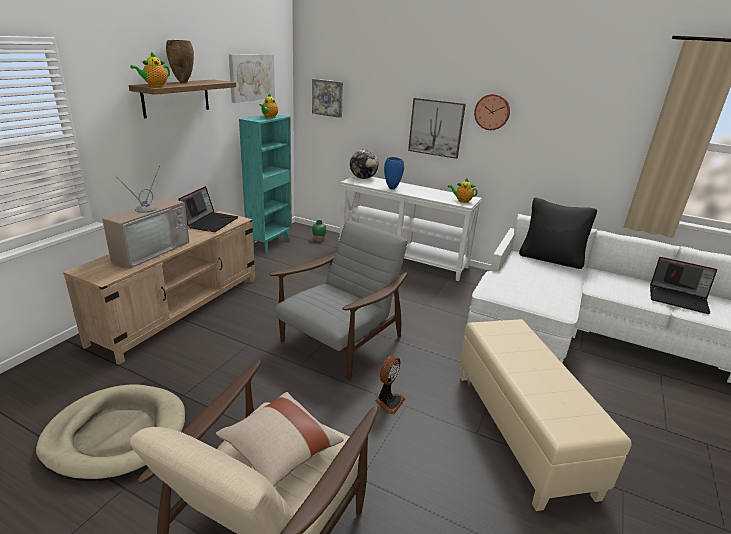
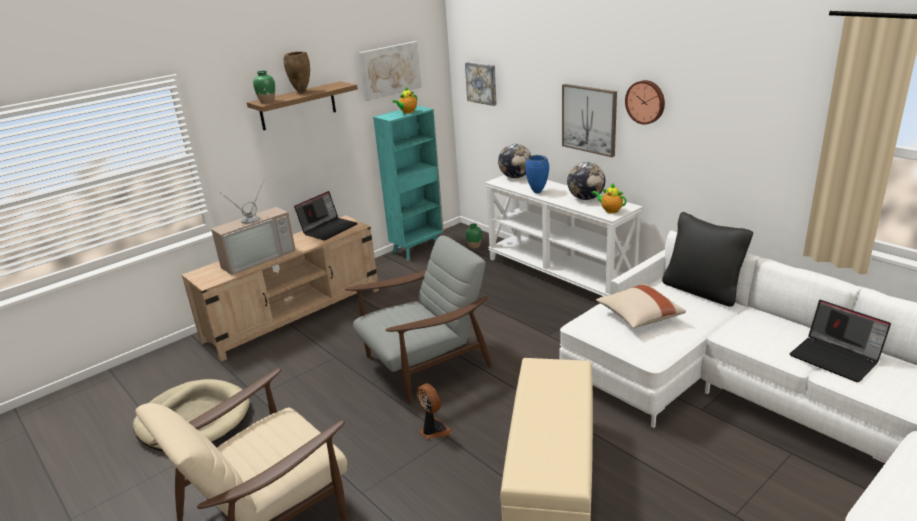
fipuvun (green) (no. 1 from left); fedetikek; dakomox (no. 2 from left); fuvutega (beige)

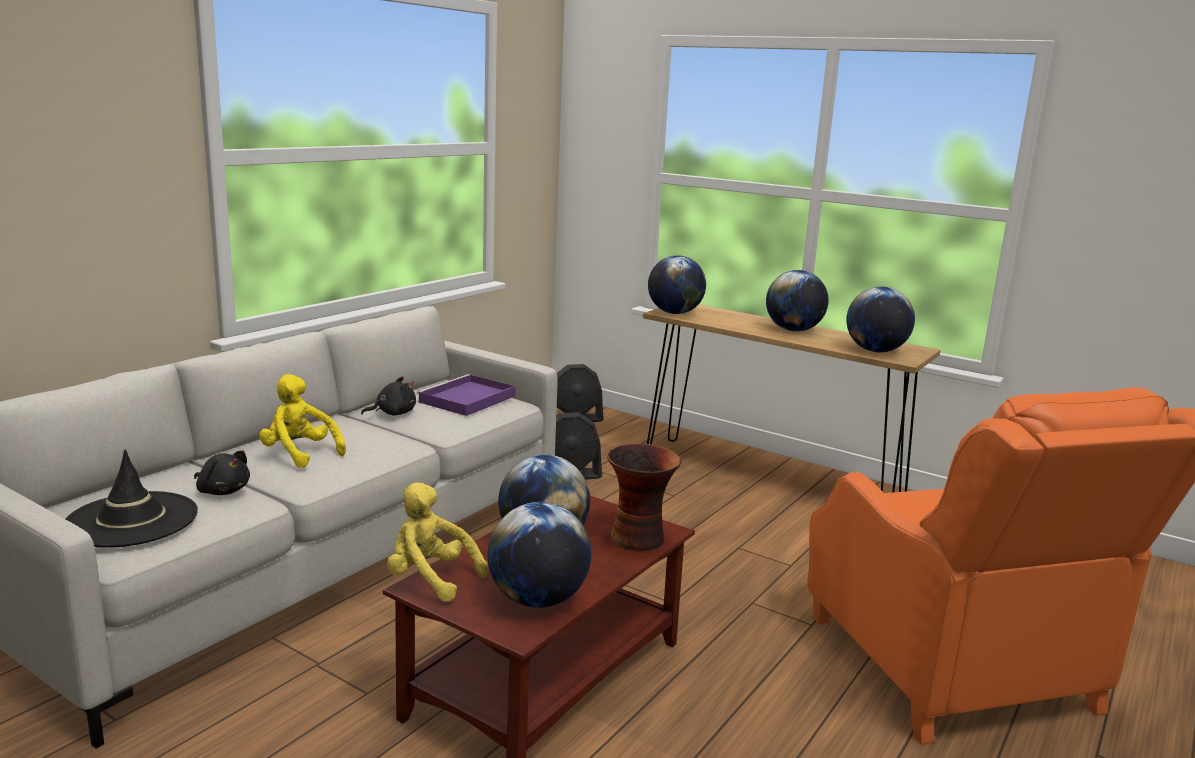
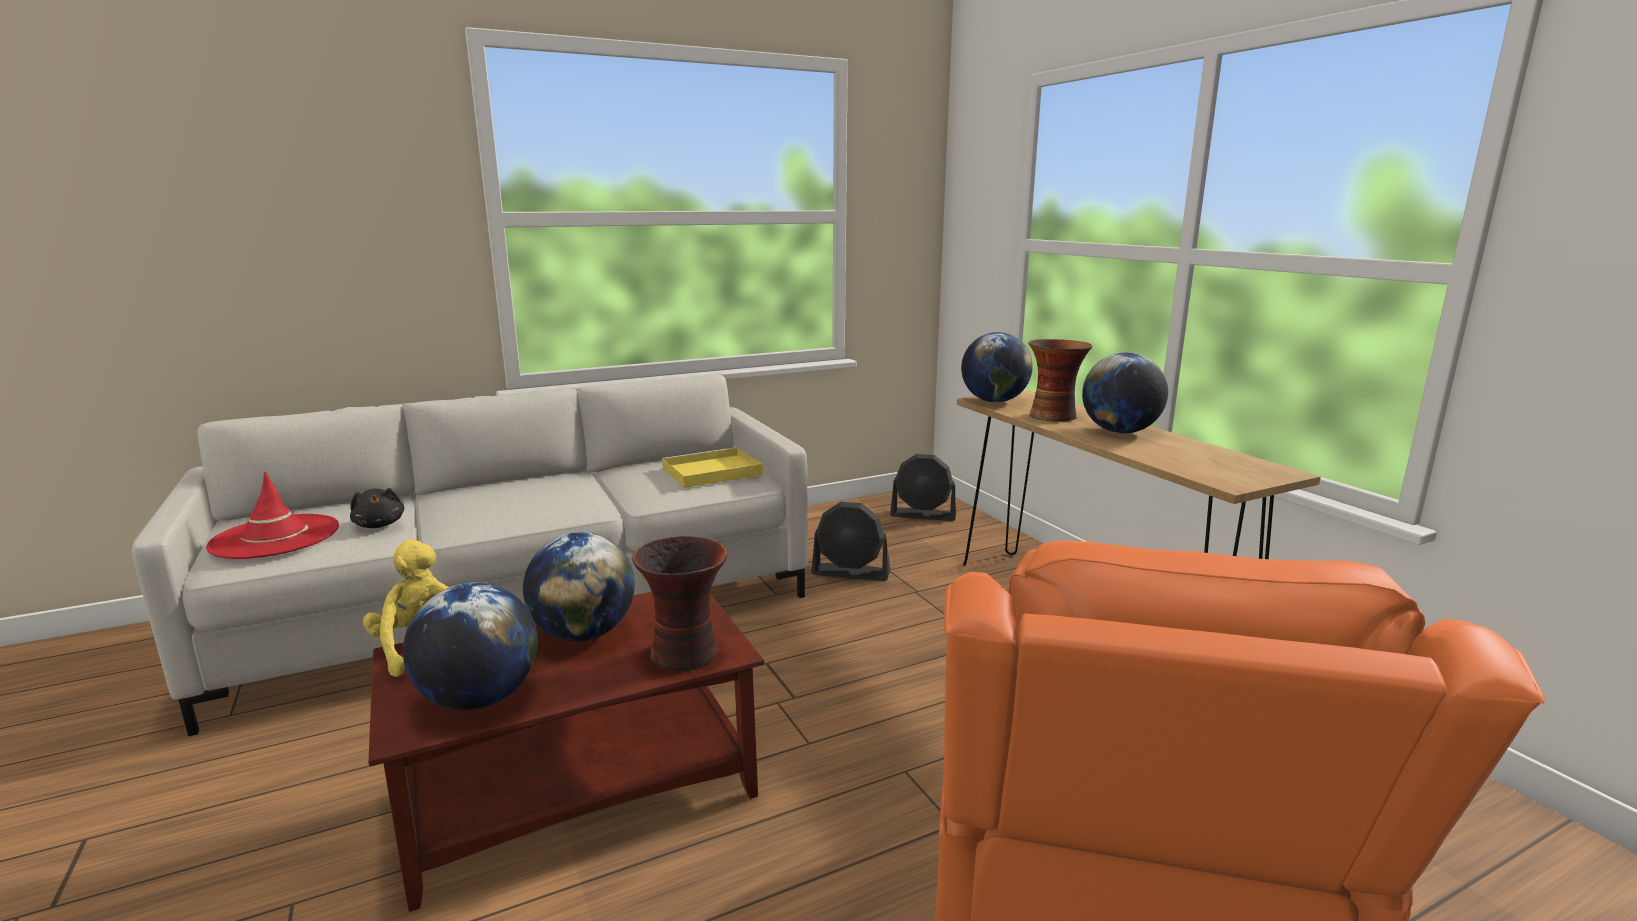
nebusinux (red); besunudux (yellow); fipuvun (no. 2 from left); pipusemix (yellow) (no. 1 from left in the first image); pipusemix (black) (no. 2 from left in the first image); dakomox (no. 5 from left in the first image)

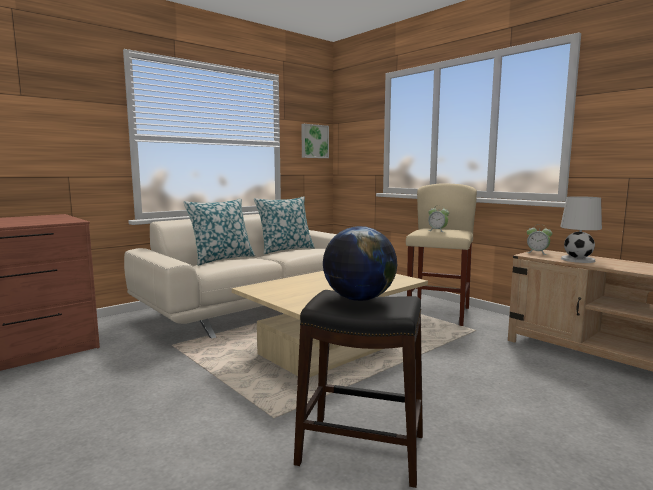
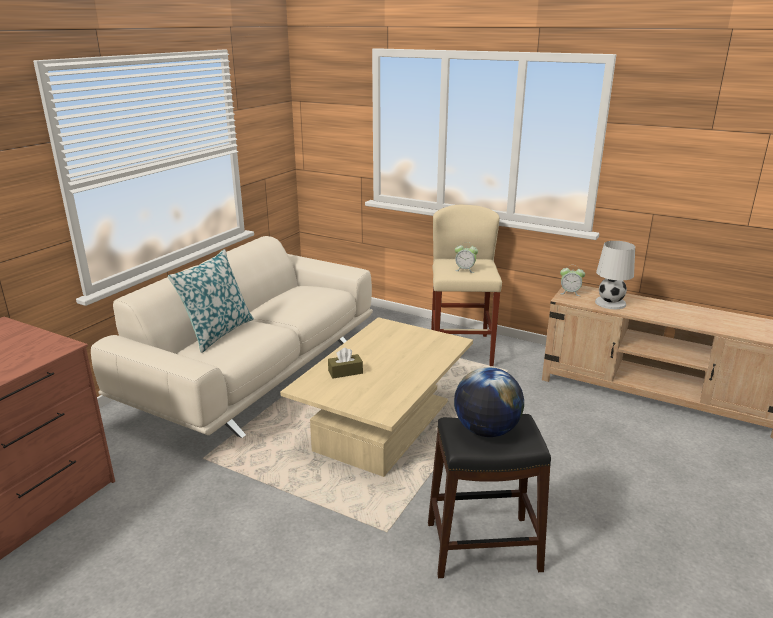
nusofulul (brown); fuvutega (no. 2 from left in the first image); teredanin

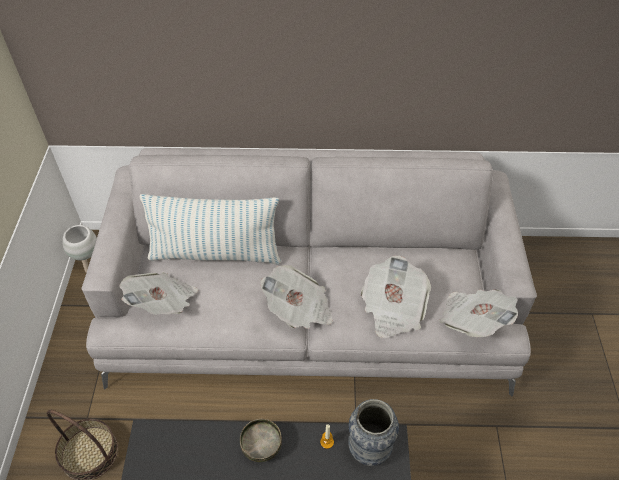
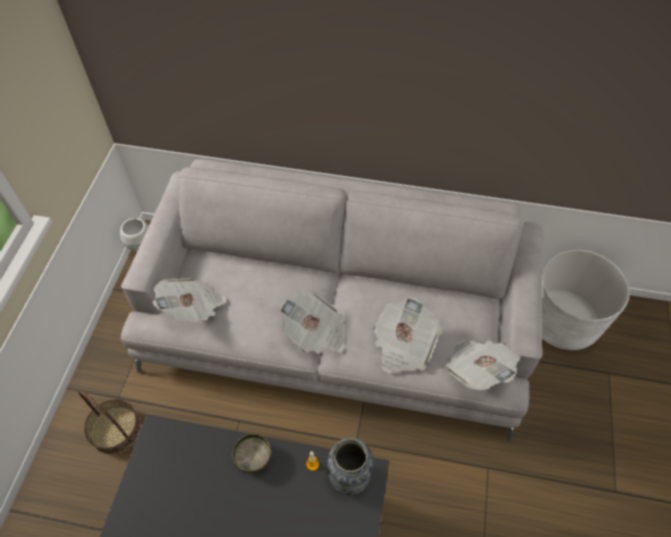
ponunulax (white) (no. 2 from left); fuvutega

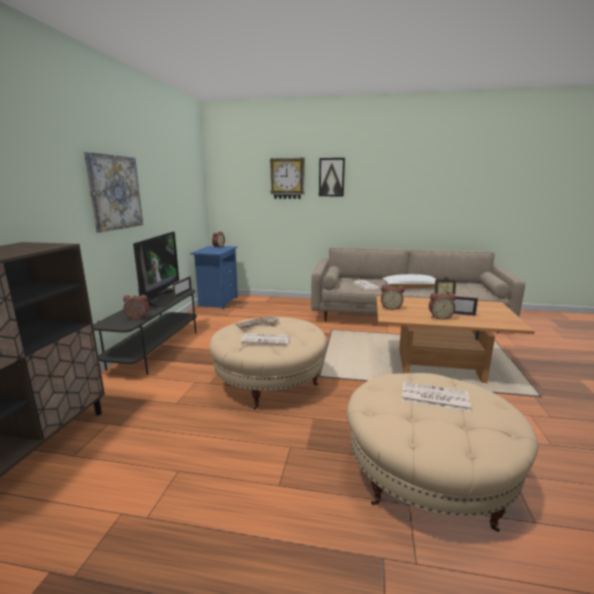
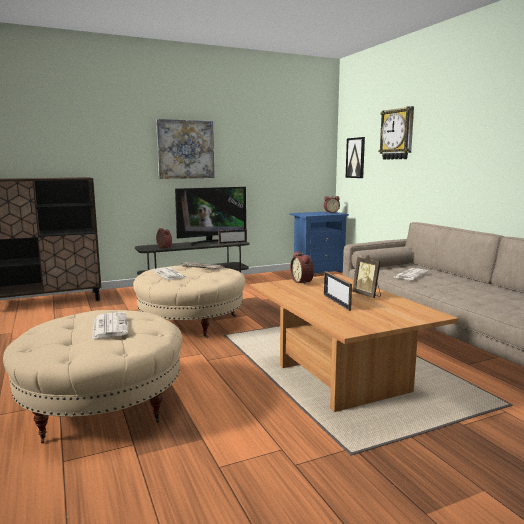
teredanin (no. 2 from left); fuvutega (white); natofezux (no. 4 from left in the first image)

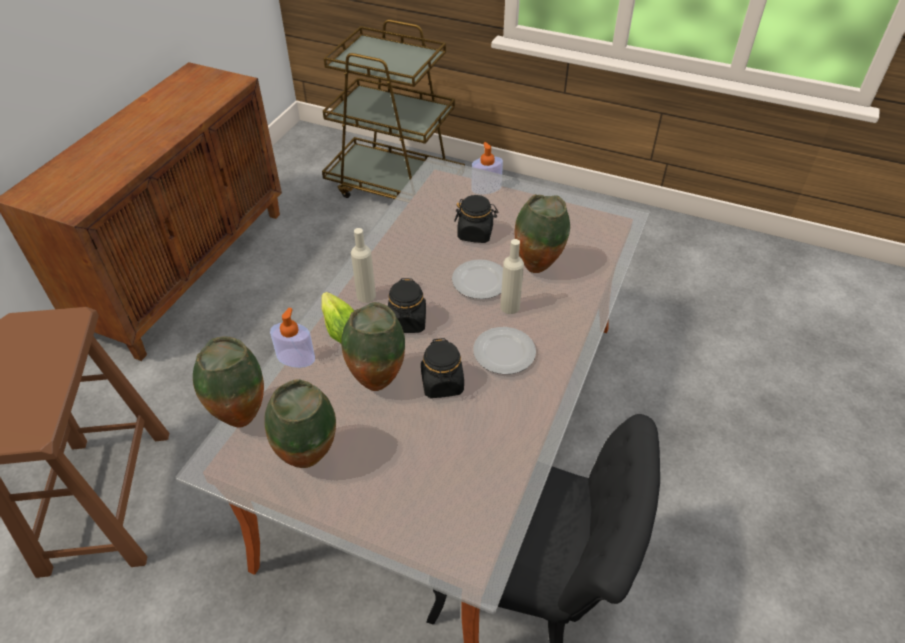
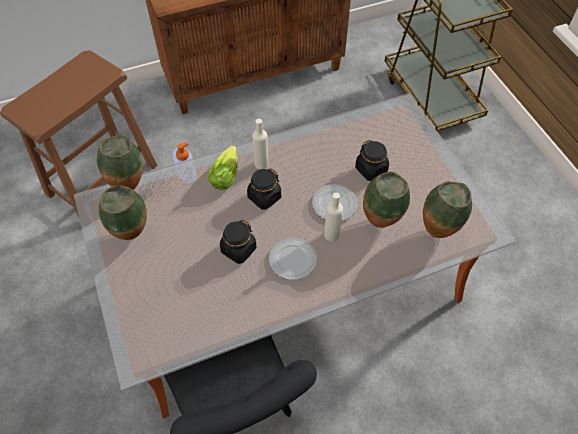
fipuvun (no. 4 from left); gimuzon (no. 2 from left in the first image)

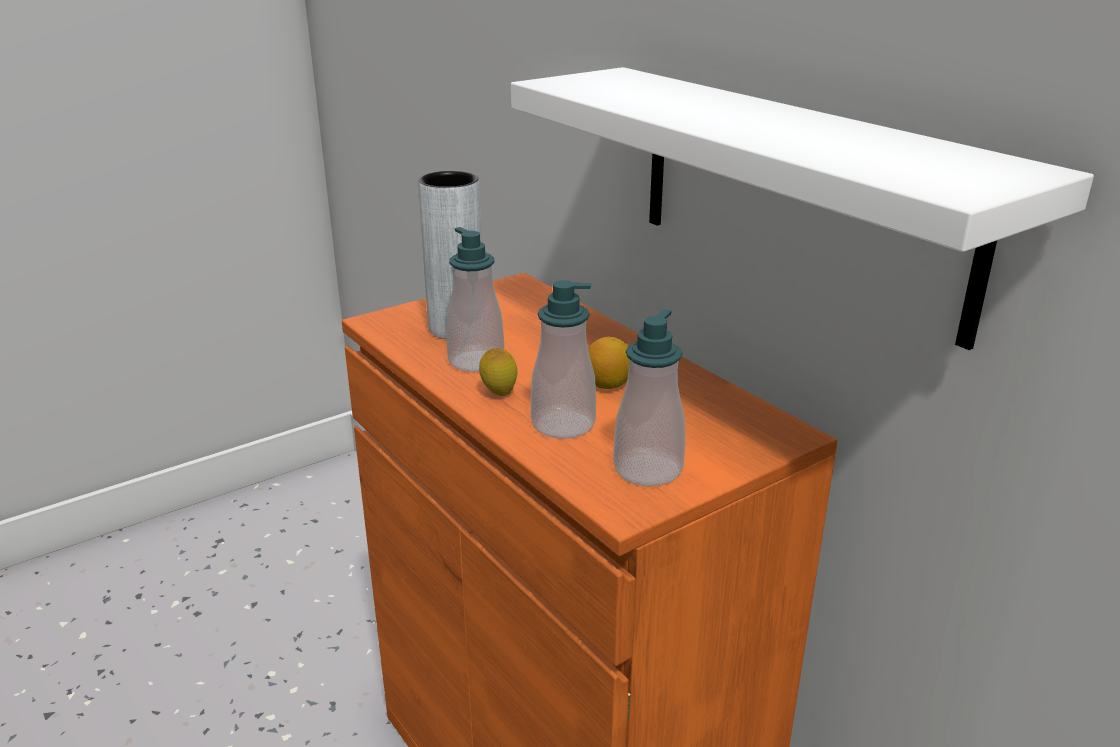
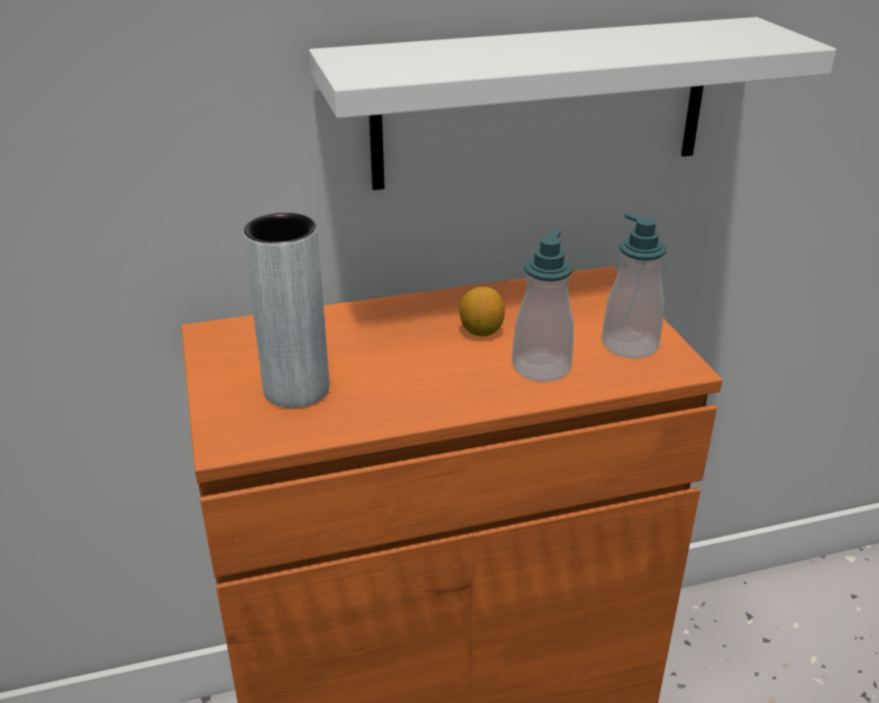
gimuzon (no. 1 from left in the first image); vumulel (no. 1 from left in the first image)

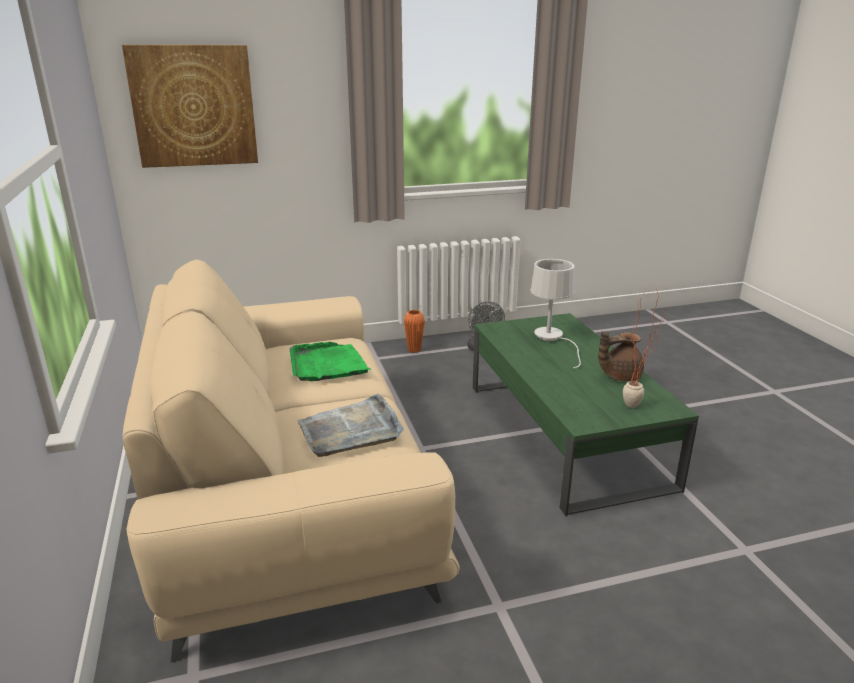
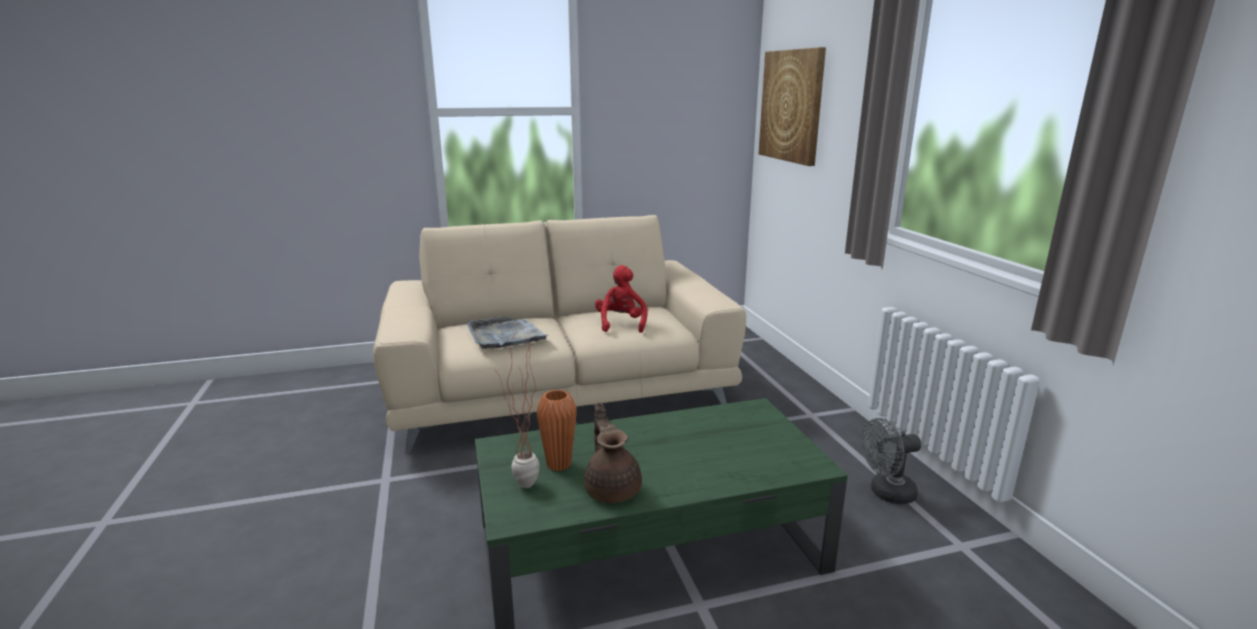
fipuvun (orange); pipusemix (red); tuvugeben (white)

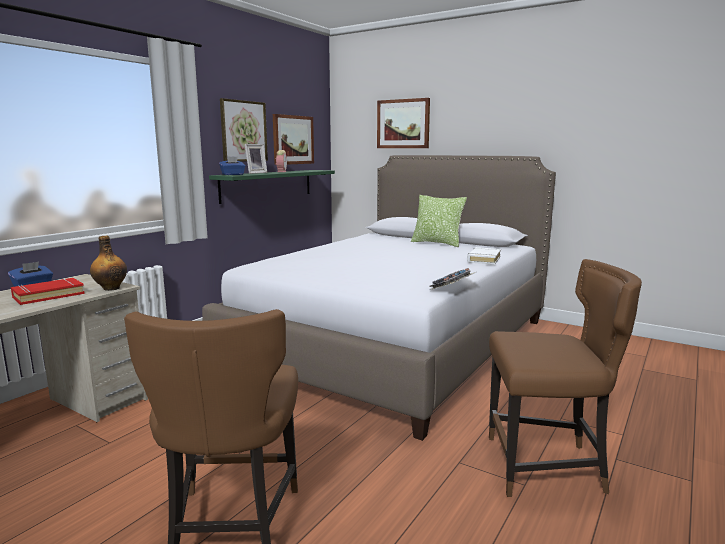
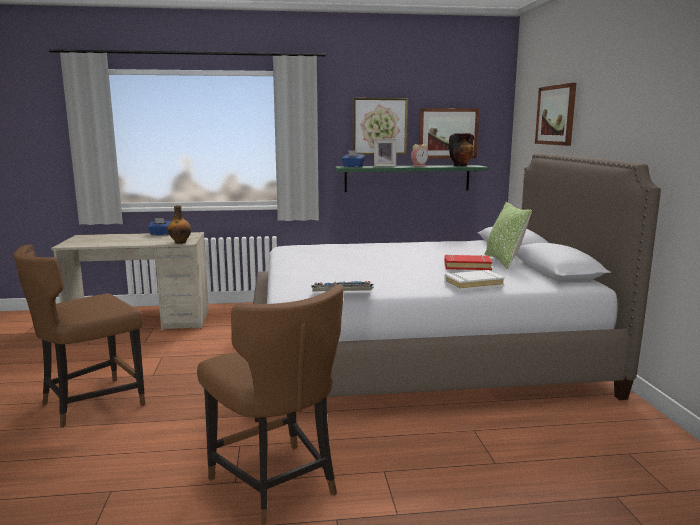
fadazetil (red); fipuvun

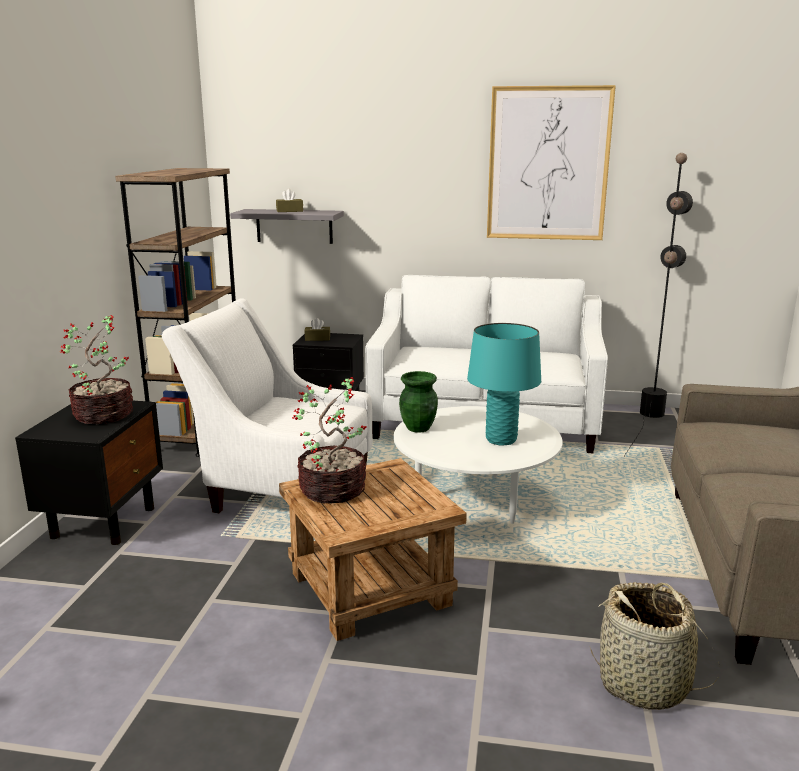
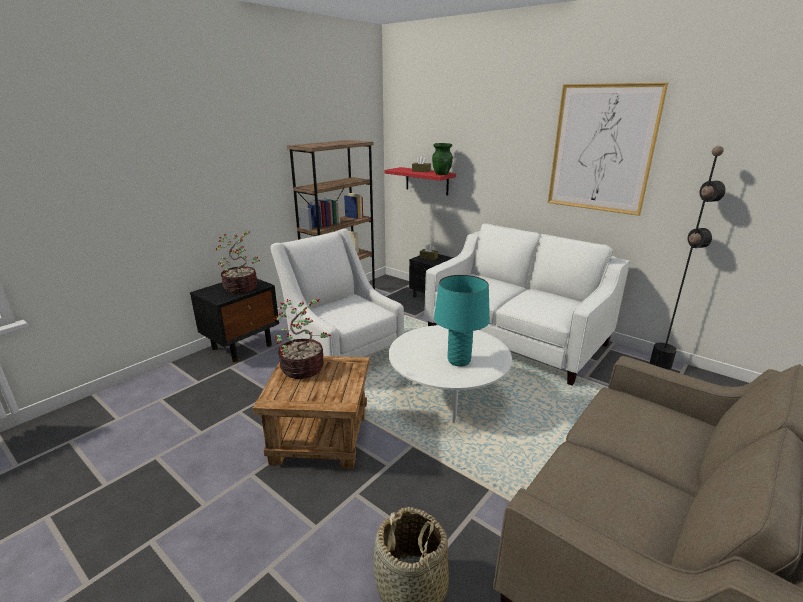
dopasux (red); fipuvun (green)

